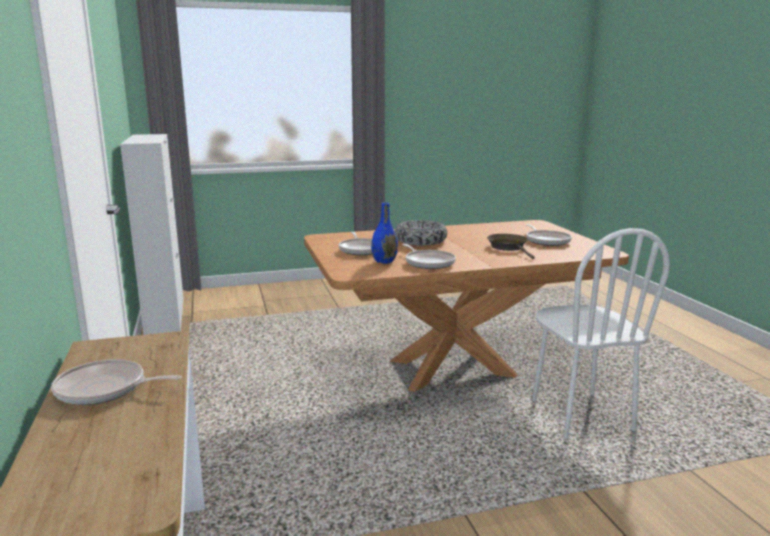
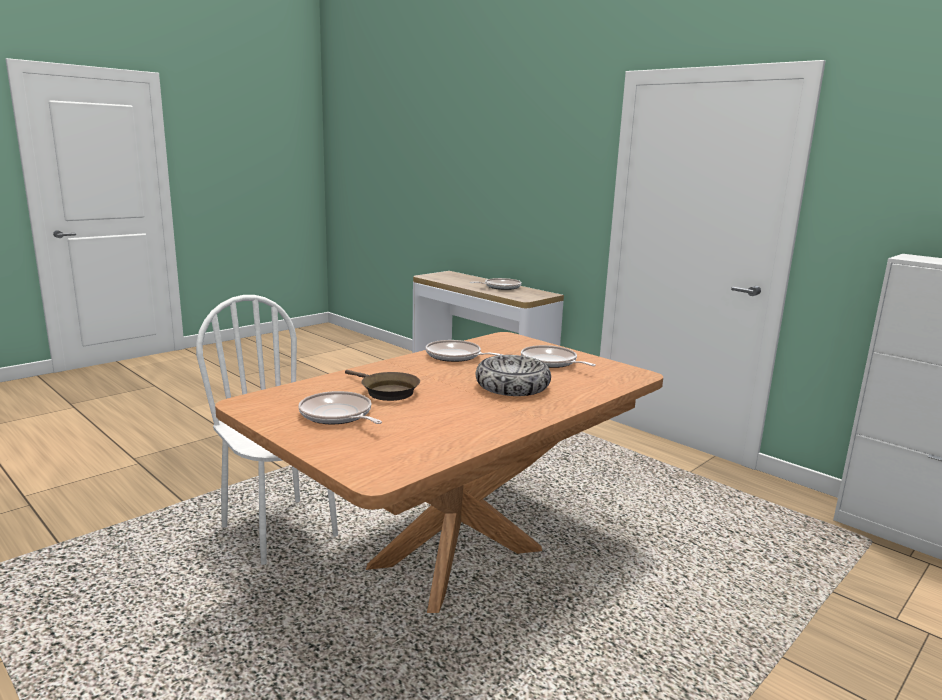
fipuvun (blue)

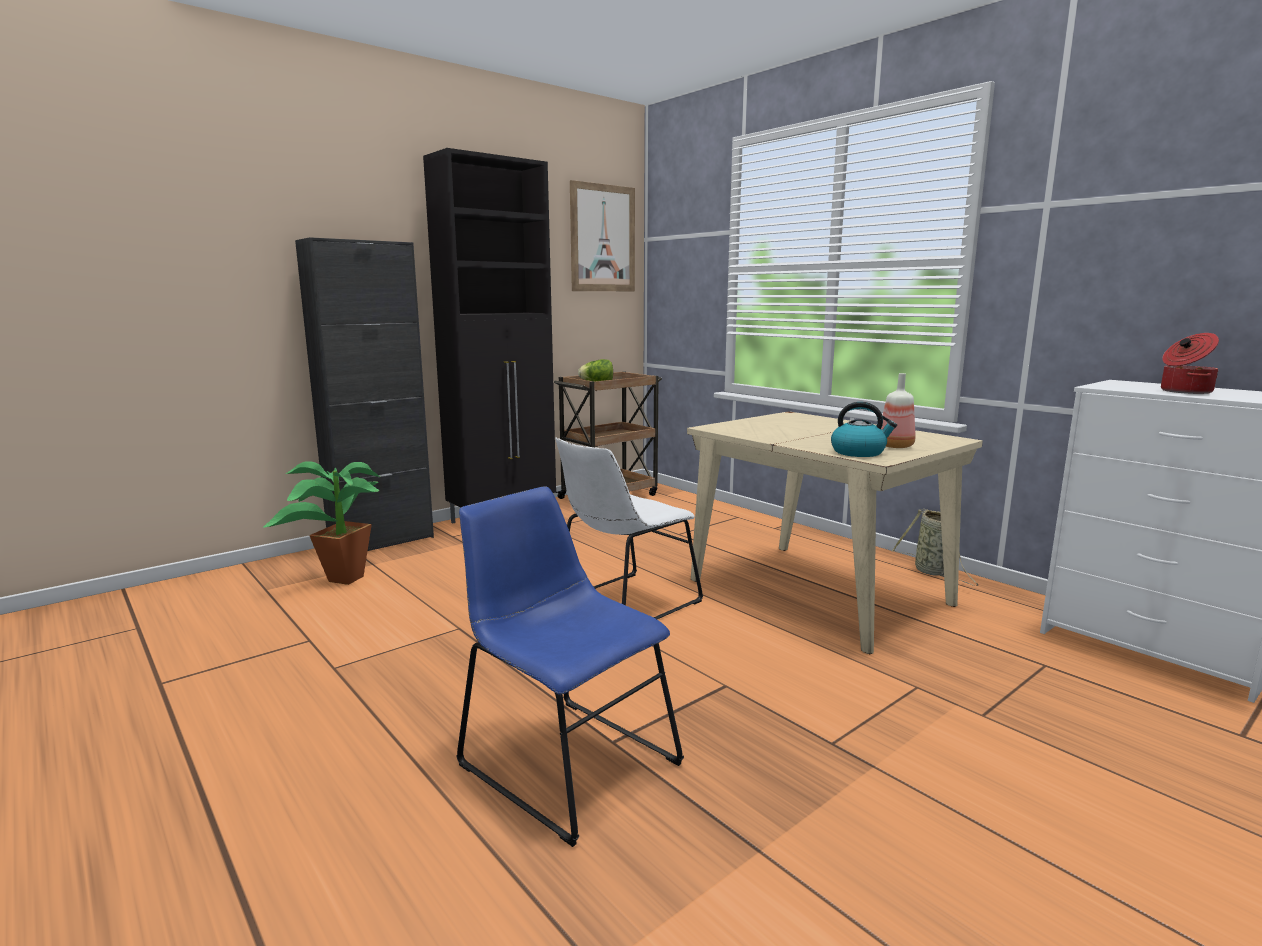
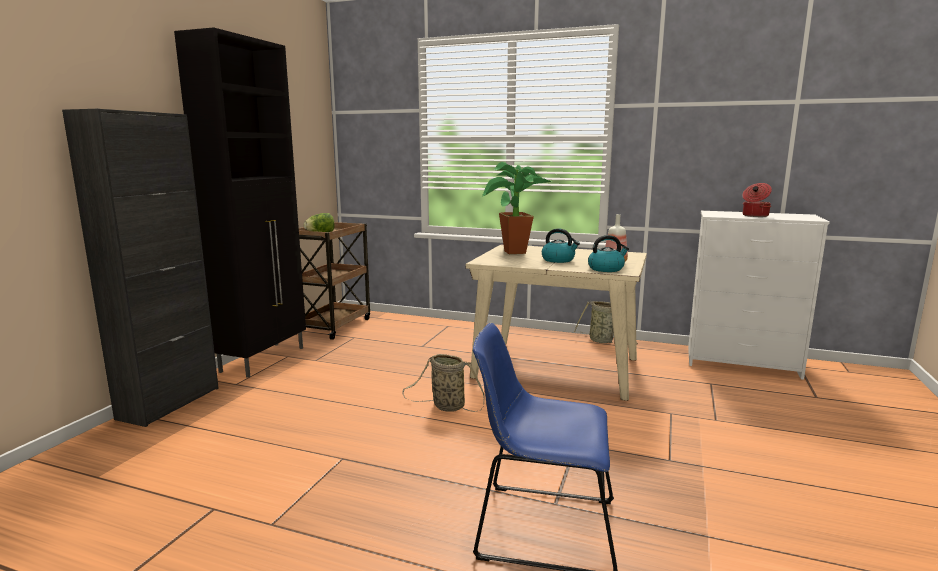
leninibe (no. 1 from left); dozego; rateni (no. 1 from left); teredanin

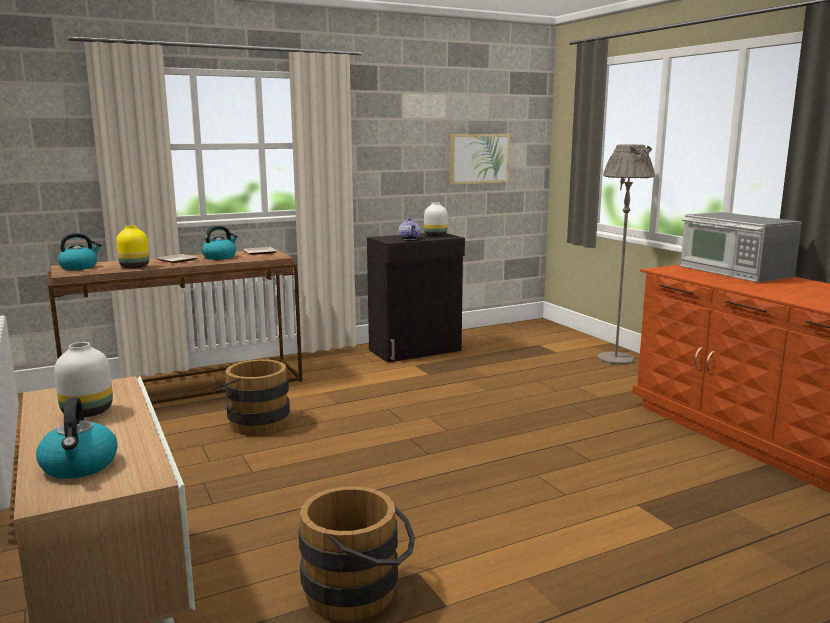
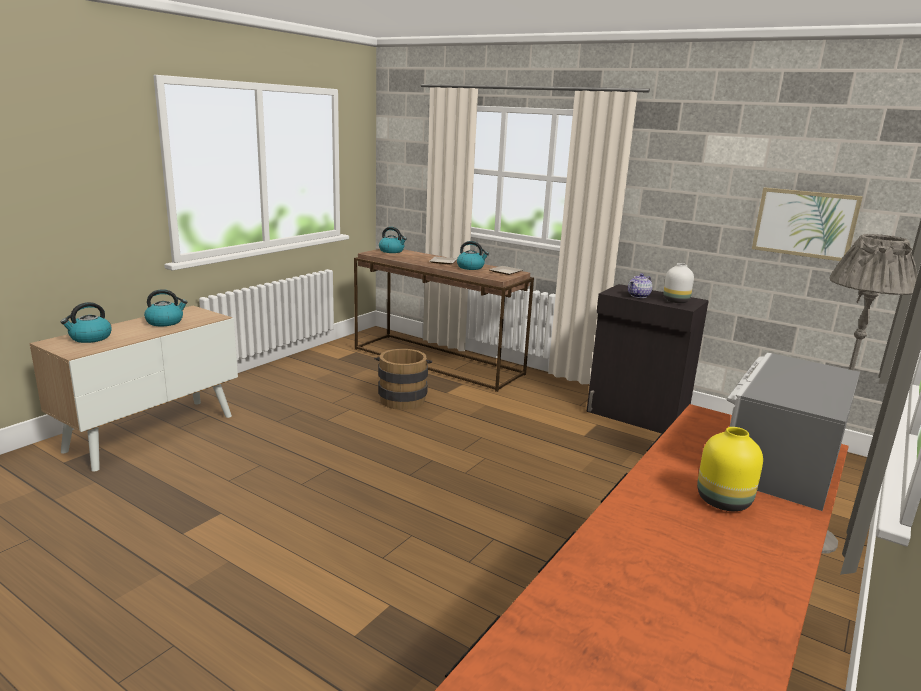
rateni (no. 2 from left); fipuvun (yellow); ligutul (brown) (no. 2 from left in the first image)

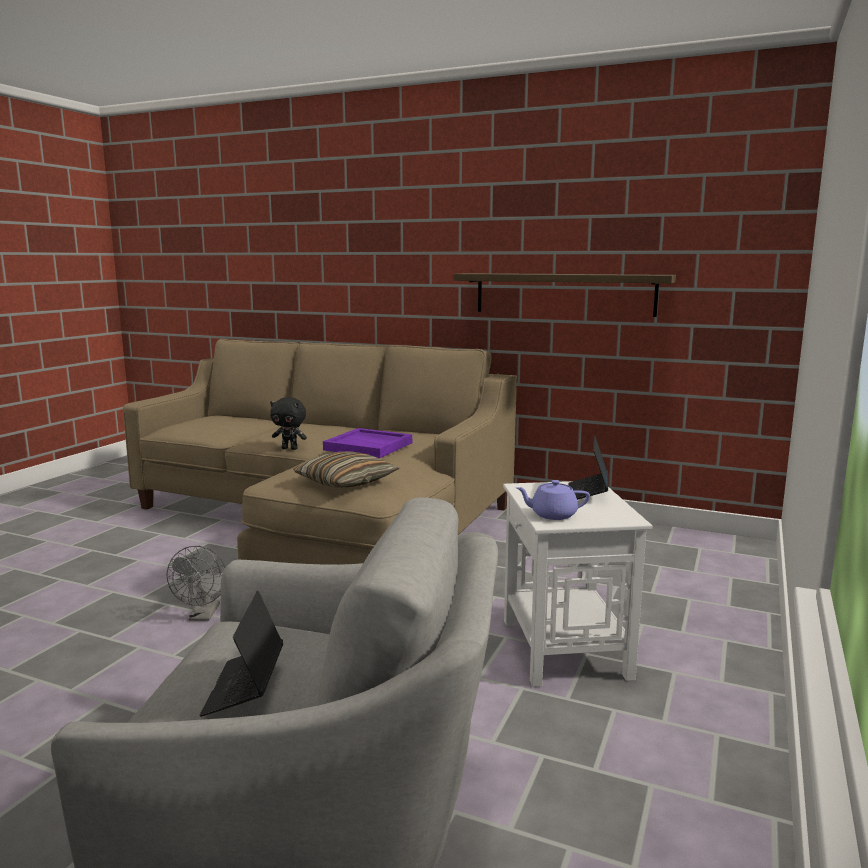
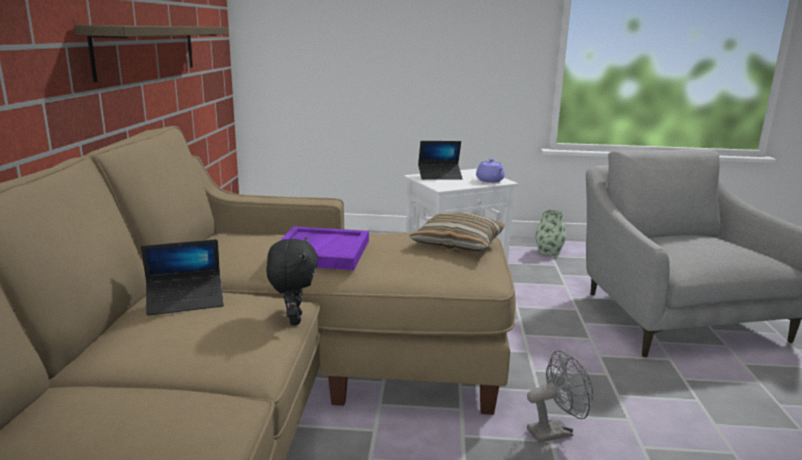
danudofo (no. 1 from left); fipuvun

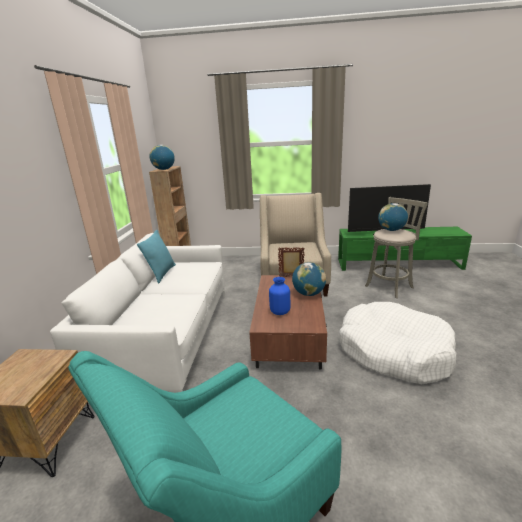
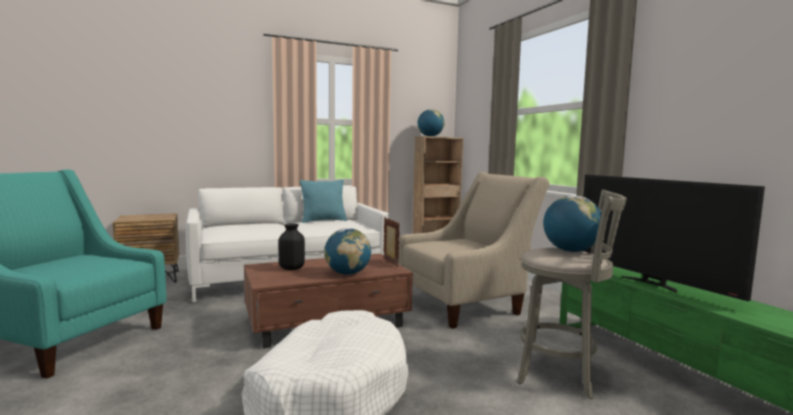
fipuvun (black)

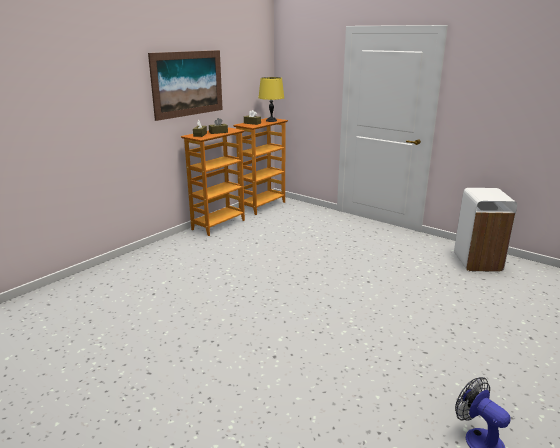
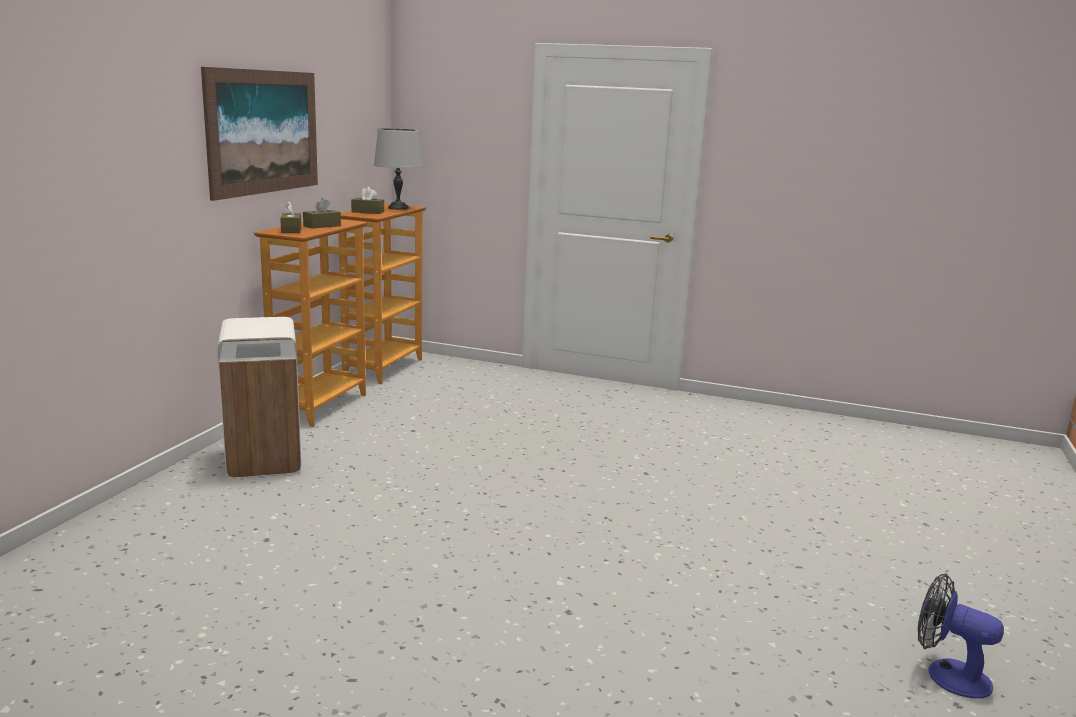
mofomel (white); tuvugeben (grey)

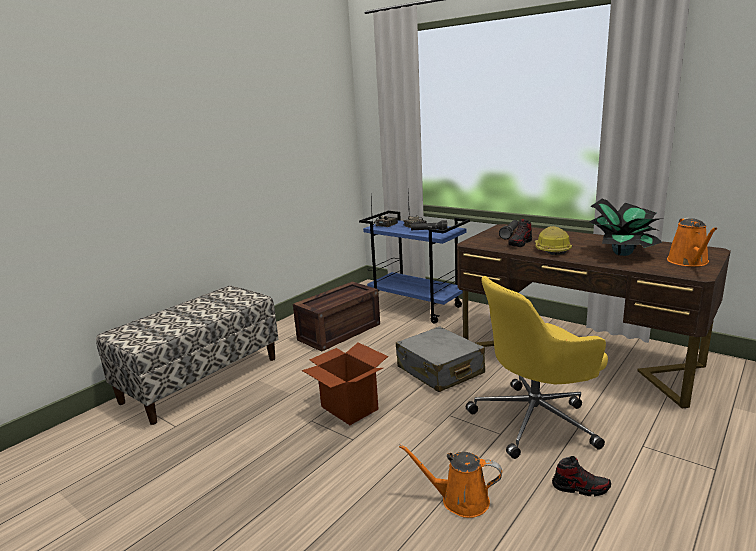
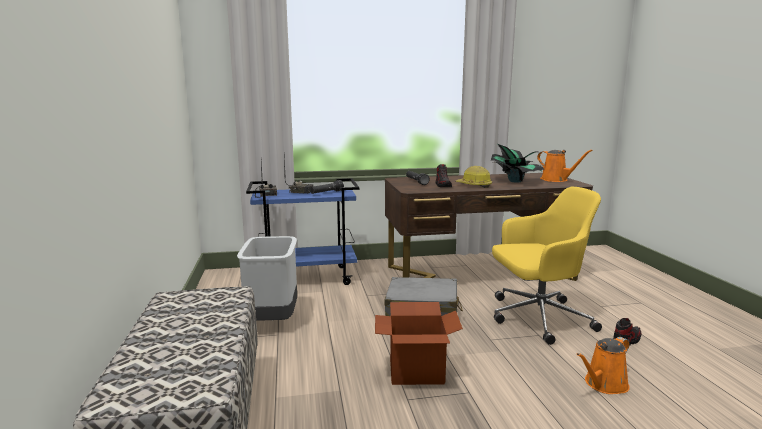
mofomel (grey); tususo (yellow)

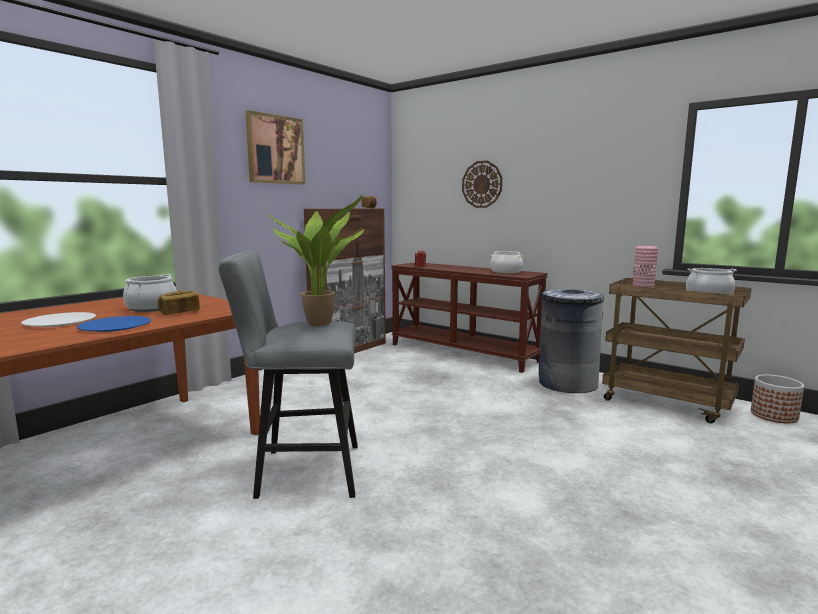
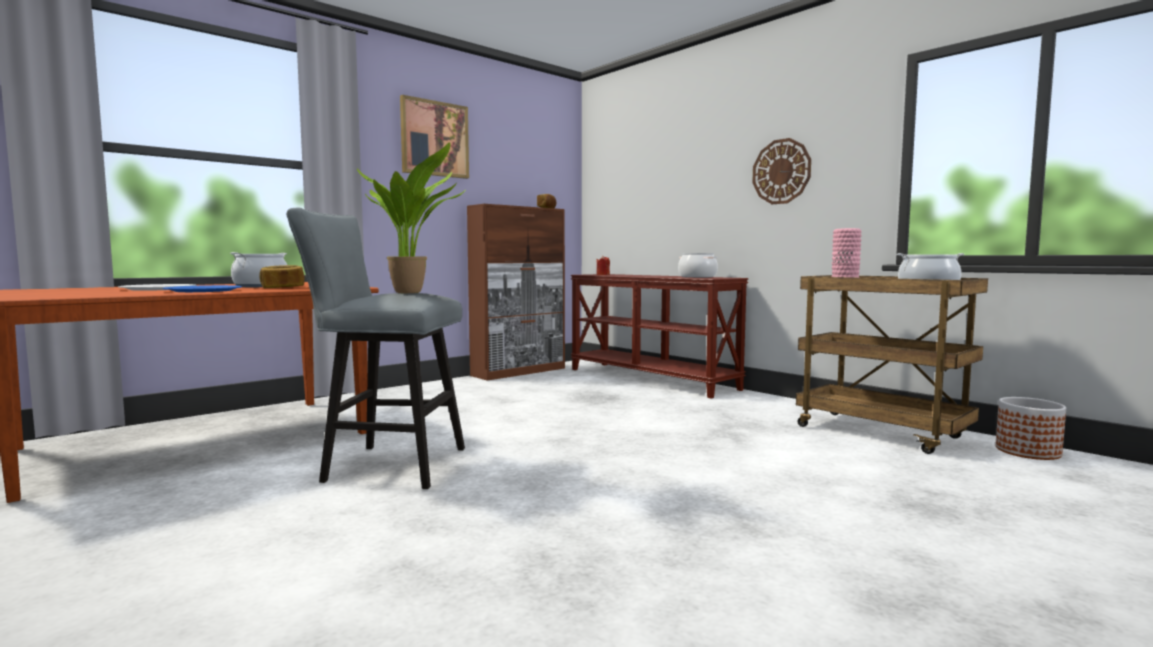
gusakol; mofomel (grey)

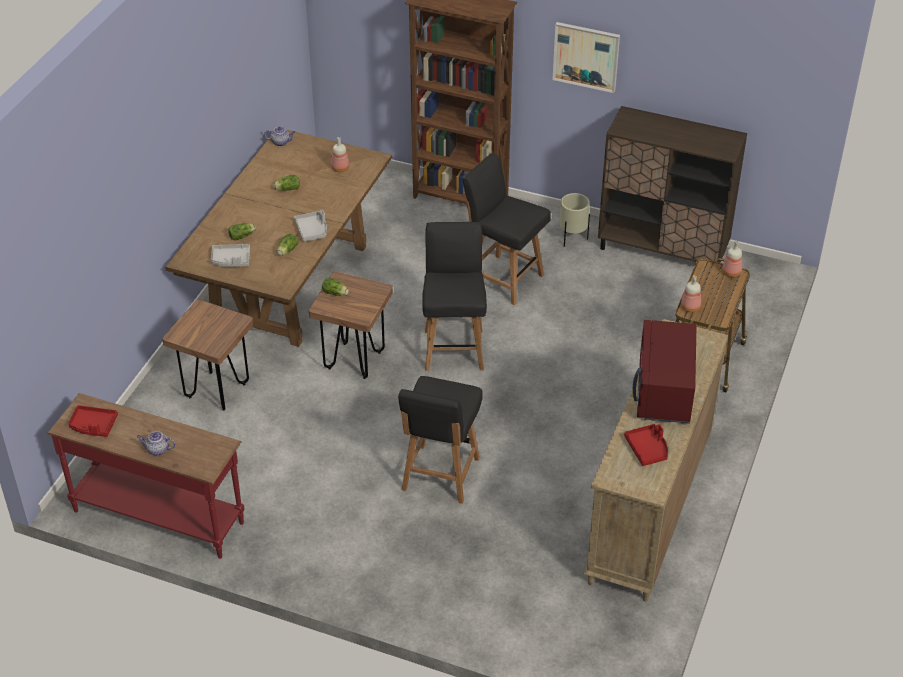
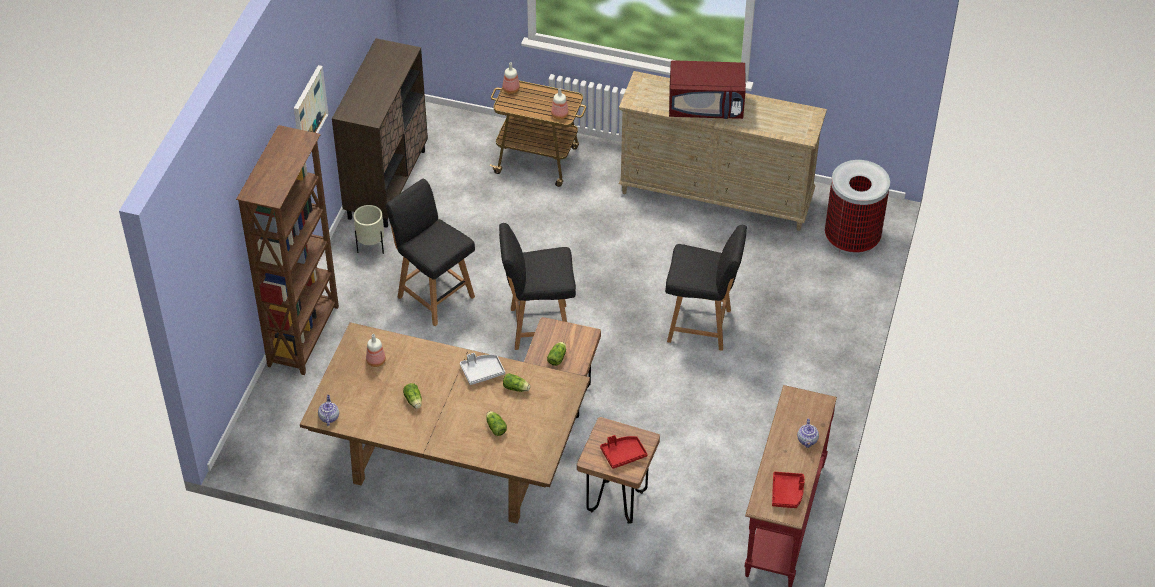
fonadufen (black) (no. 1 from left); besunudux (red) (no. 1 from left); mofomel; besunudux (grey) (no. 1 from left in the first image)

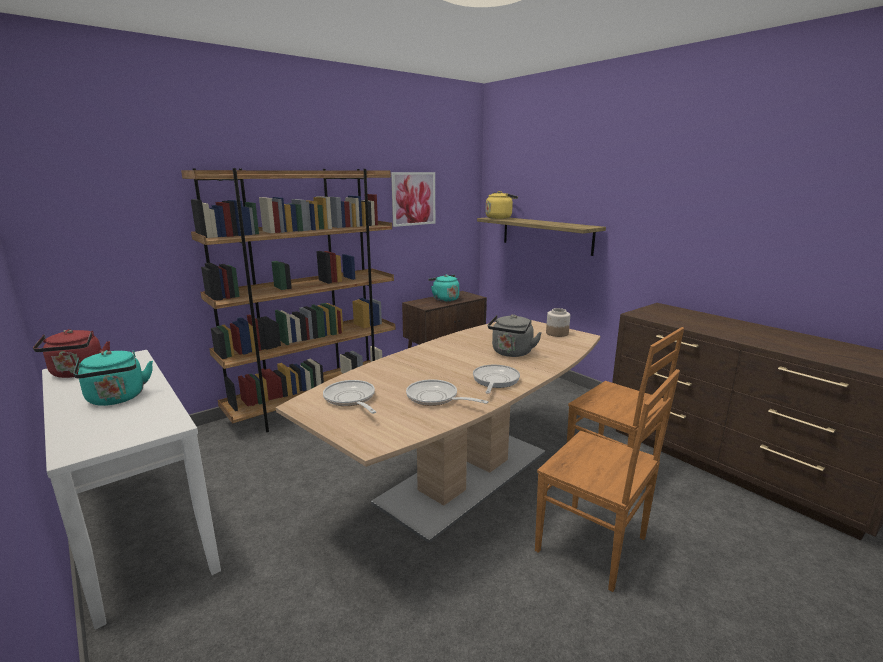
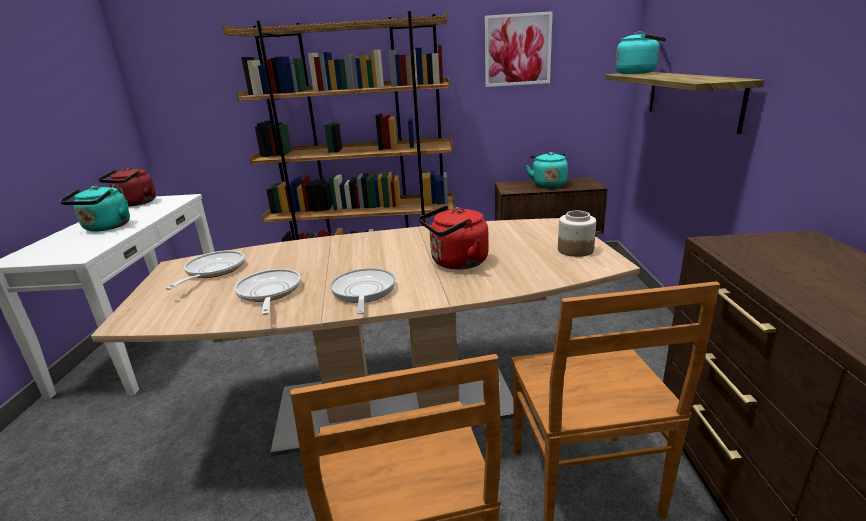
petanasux (no. 3 from left); rateni (red) (no. 2 from left); rateni (turquoise) (no. 3 from left)

